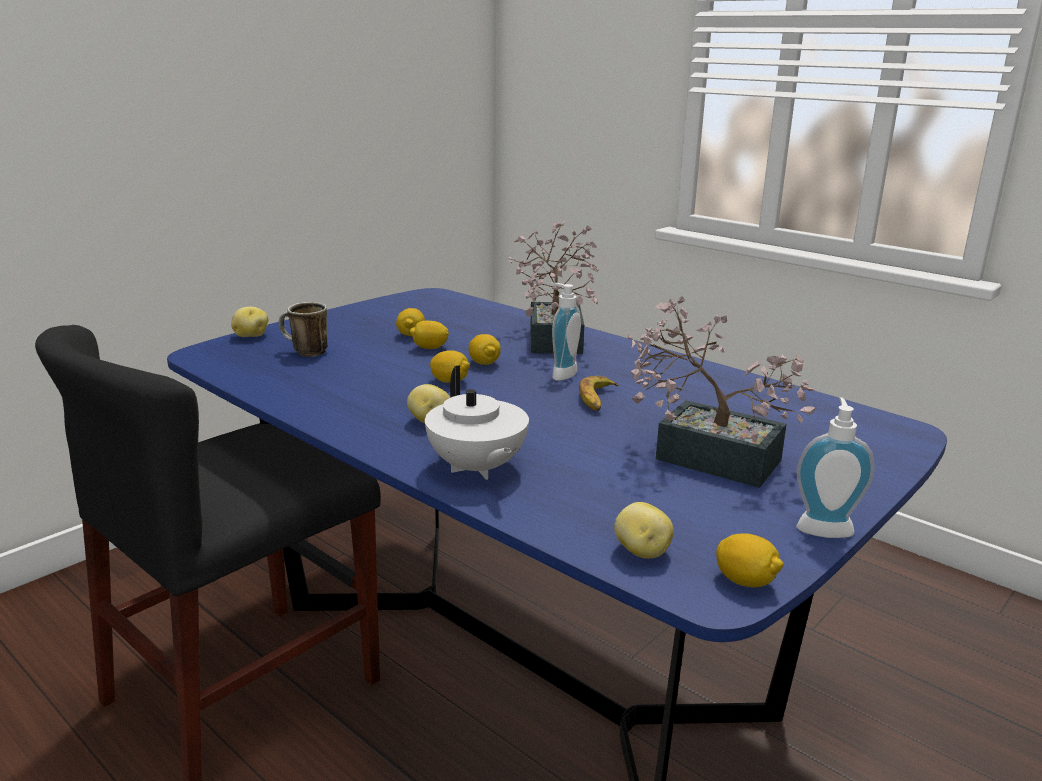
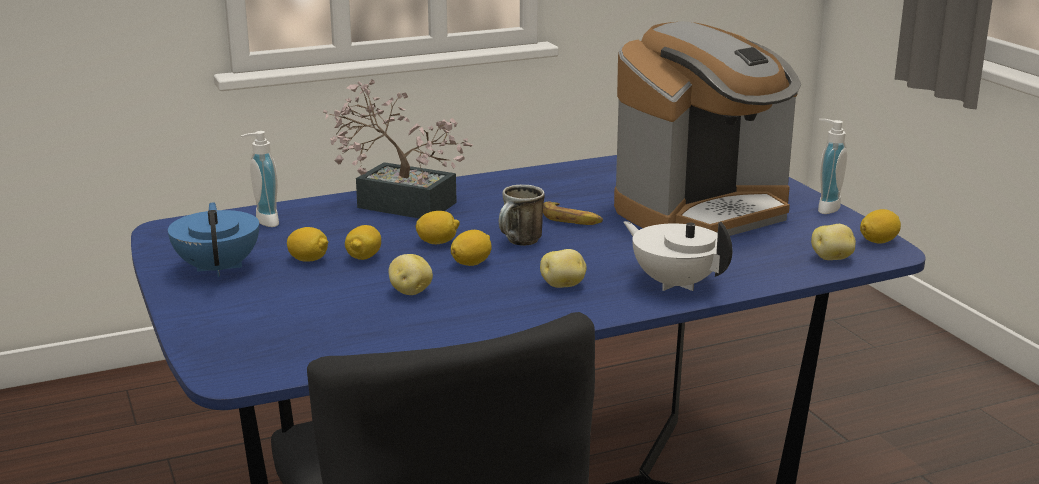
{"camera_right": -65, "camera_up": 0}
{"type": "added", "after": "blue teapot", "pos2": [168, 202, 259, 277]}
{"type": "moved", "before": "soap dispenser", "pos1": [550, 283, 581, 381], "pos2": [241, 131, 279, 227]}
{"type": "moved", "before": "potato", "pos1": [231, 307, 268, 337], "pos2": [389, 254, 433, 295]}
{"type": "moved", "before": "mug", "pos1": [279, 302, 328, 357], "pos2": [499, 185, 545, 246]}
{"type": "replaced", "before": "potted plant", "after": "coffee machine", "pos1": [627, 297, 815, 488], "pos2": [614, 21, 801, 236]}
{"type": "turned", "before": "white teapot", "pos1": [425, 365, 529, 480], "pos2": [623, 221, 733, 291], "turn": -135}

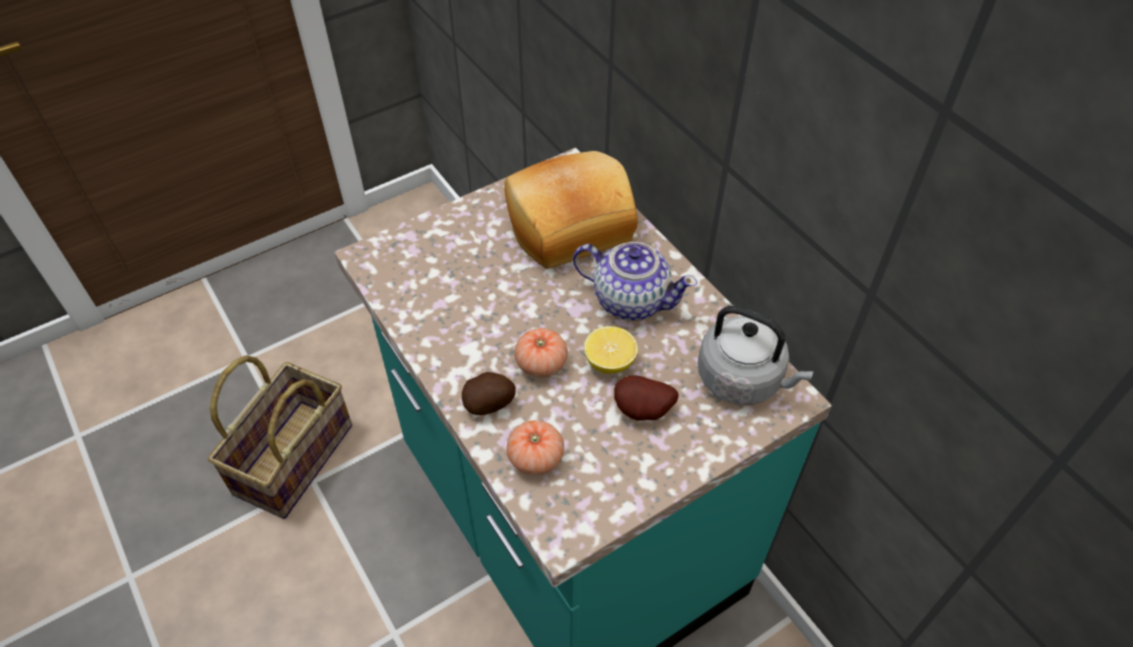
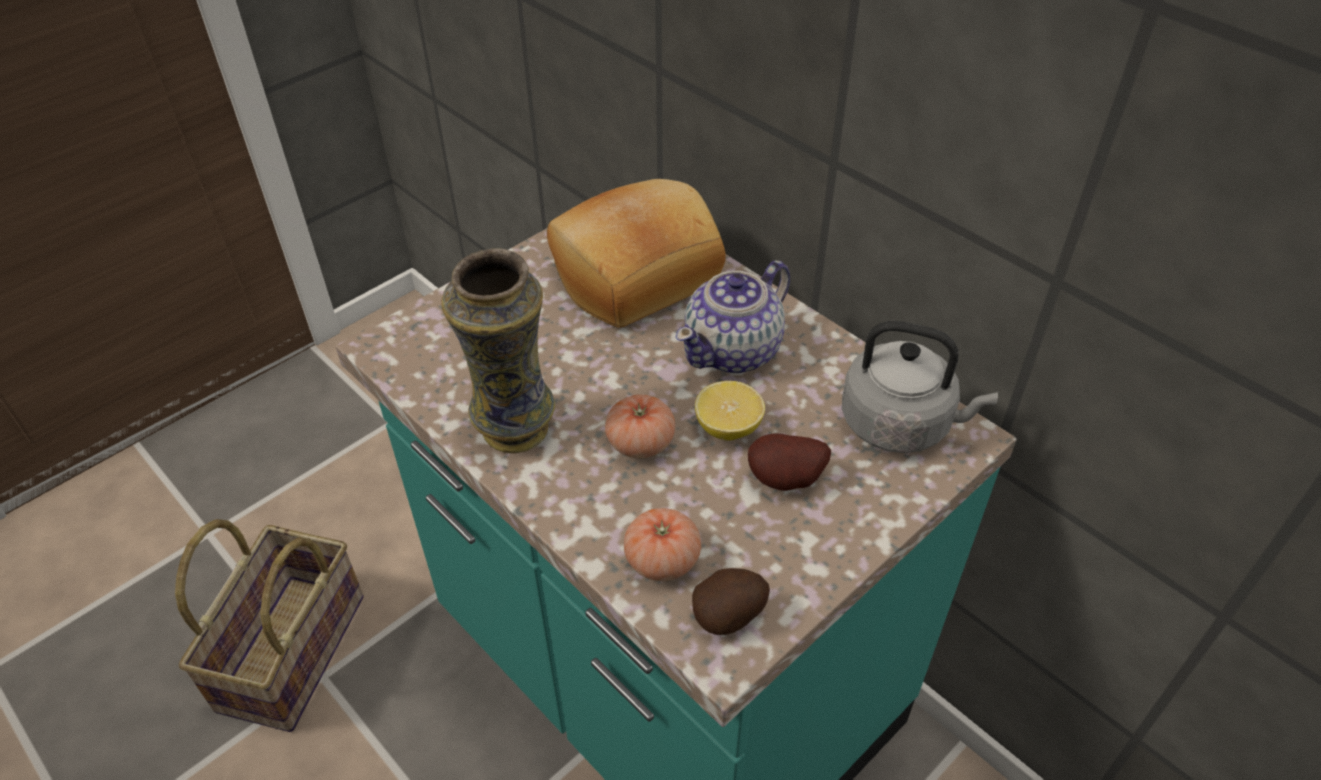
{"camera_right": -10, "camera_up": -5}
{"type": "added", "after": "vase", "pos2": [441, 248, 555, 453]}
{"type": "turned", "before": "teapot", "pos1": [573, 242, 697, 320], "pos2": [676, 261, 790, 373], "turn": 120}
{"type": "moved", "before": "potato", "pos1": [462, 372, 516, 415], "pos2": [692, 568, 770, 635]}

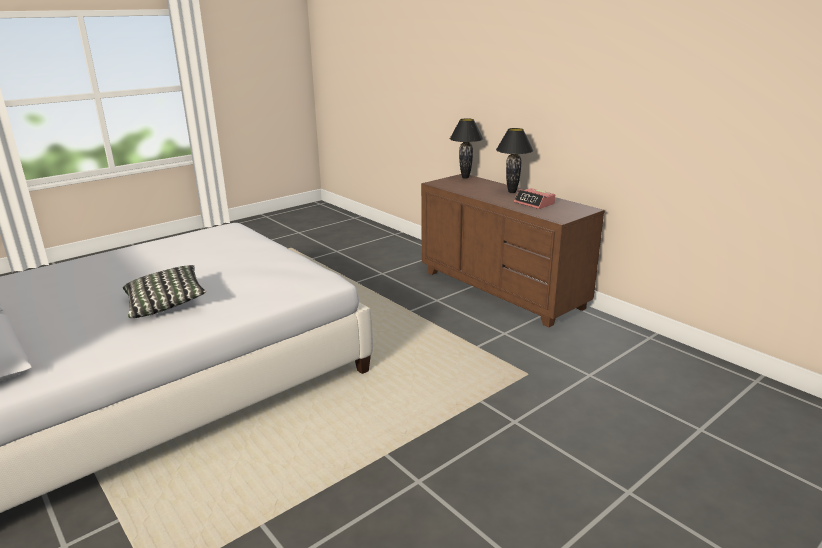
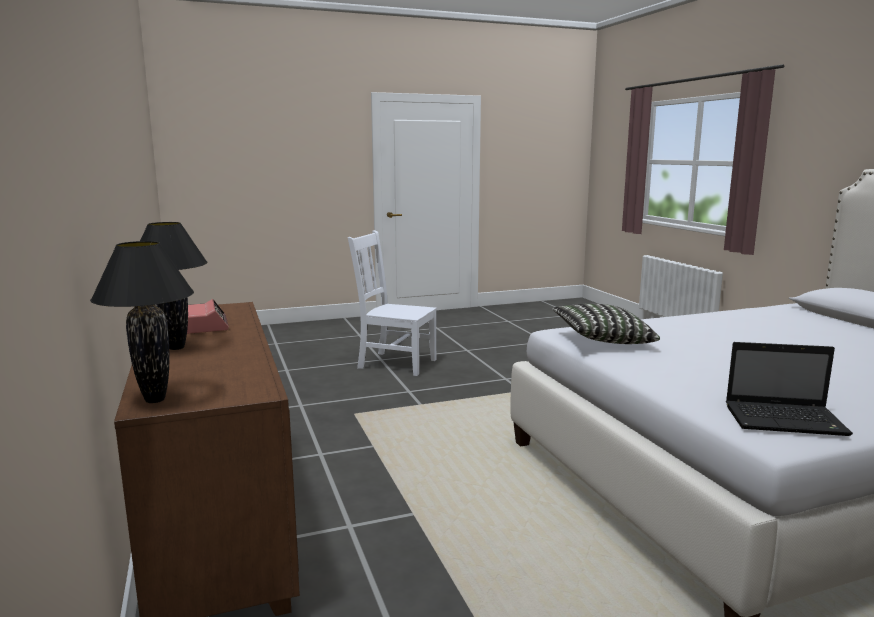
{"camera_right": -160, "camera_up": -10}
{"type": "added", "after": "white chair", "pos2": [348, 230, 437, 376]}
{"type": "moved", "before": "pillow", "pos1": [123, 265, 206, 318], "pos2": [552, 304, 660, 344]}
{"type": "added", "after": "laptop", "pos2": [726, 342, 853, 436]}

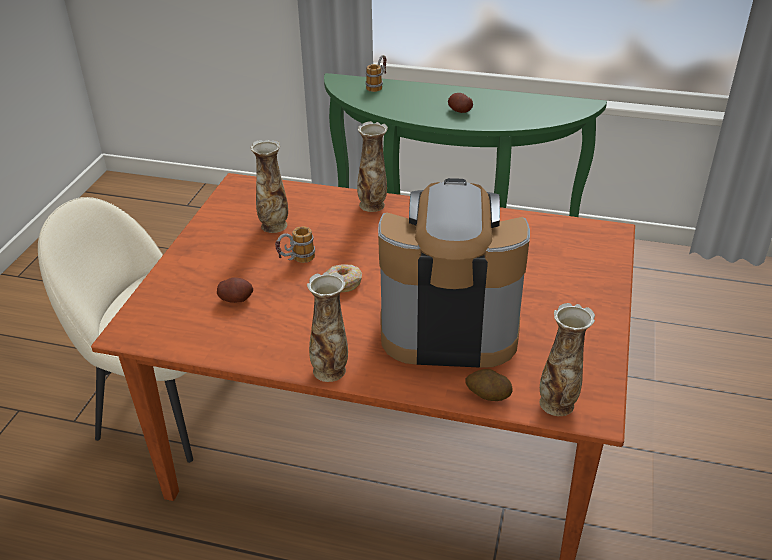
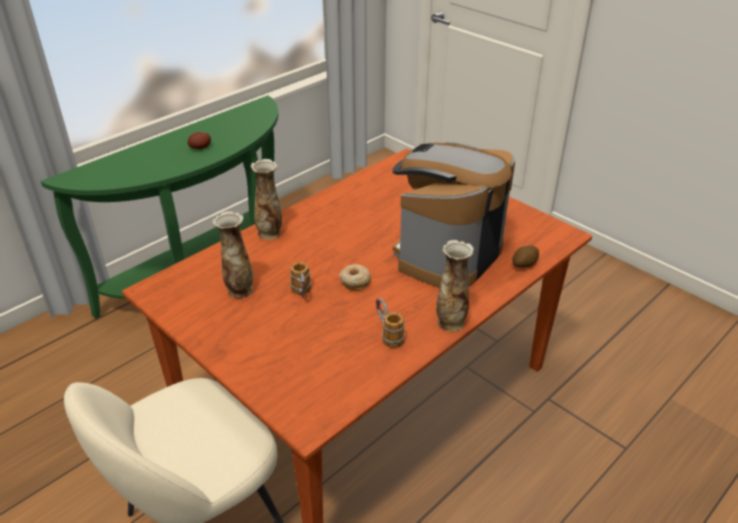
{"camera_right": -60, "camera_up": 0}
{"type": "moved", "before": "mug", "pos1": [365, 55, 387, 92], "pos2": [376, 298, 405, 348]}
{"type": "removed", "before": "potato", "pos1": [217, 277, 253, 303]}
{"type": "removed", "before": "vase", "pos1": [540, 303, 595, 416]}

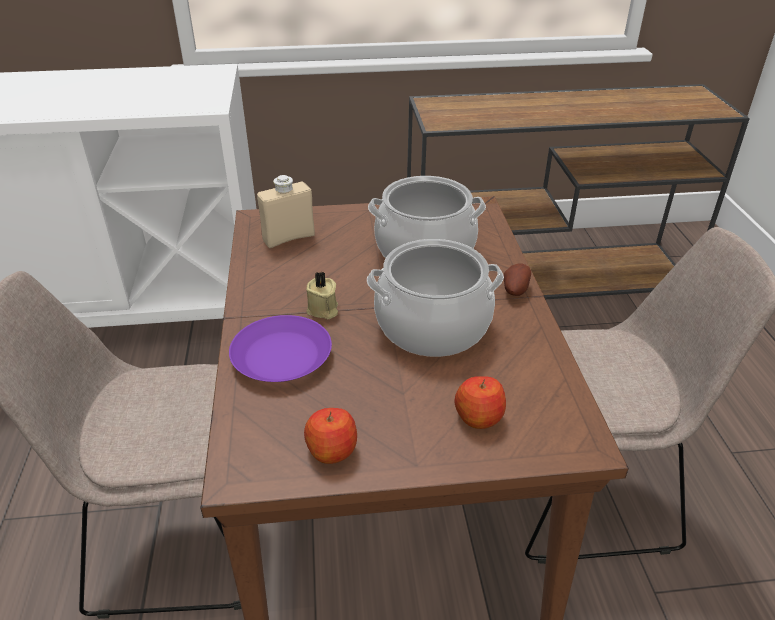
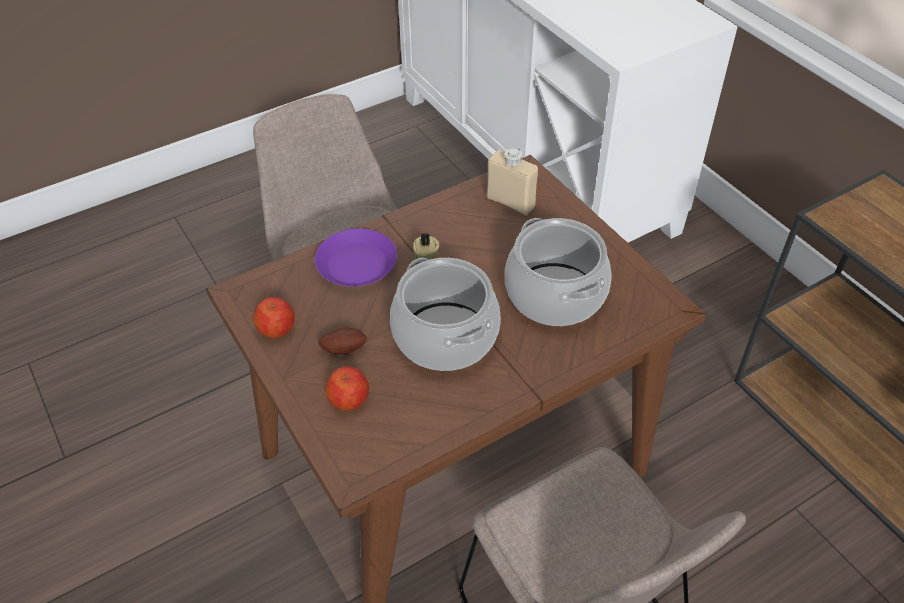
{"camera_right": 65, "camera_up": 10}
{"type": "moved", "before": "potato", "pos1": [504, 264, 531, 296], "pos2": [318, 327, 367, 355]}

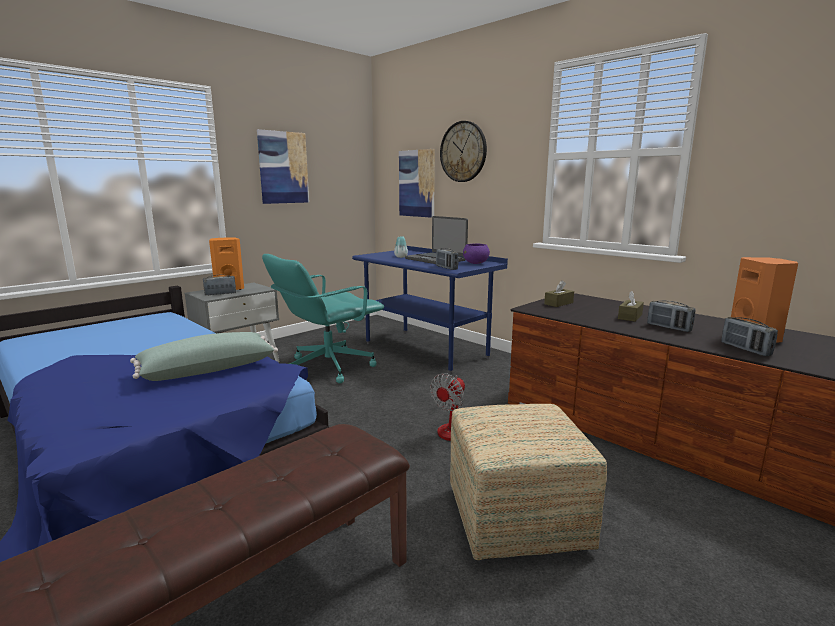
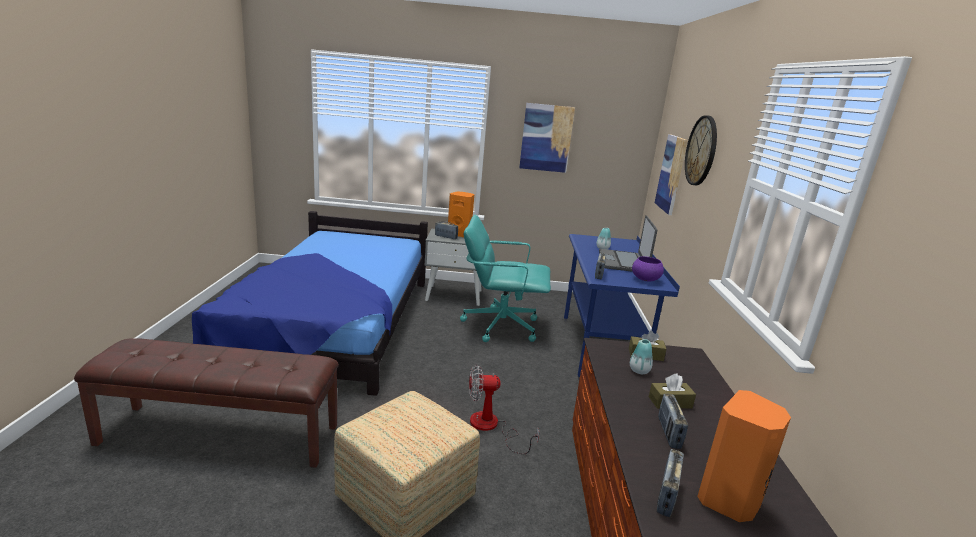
{"camera_right": 45, "camera_up": 5}
{"type": "added", "after": "vase", "pos2": [630, 339, 653, 374]}
{"type": "removed", "before": "green pillow", "pos1": [130, 332, 278, 381]}

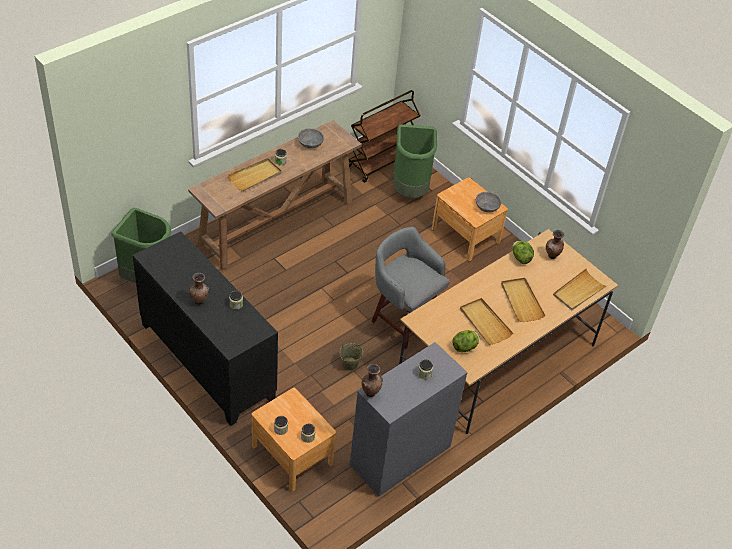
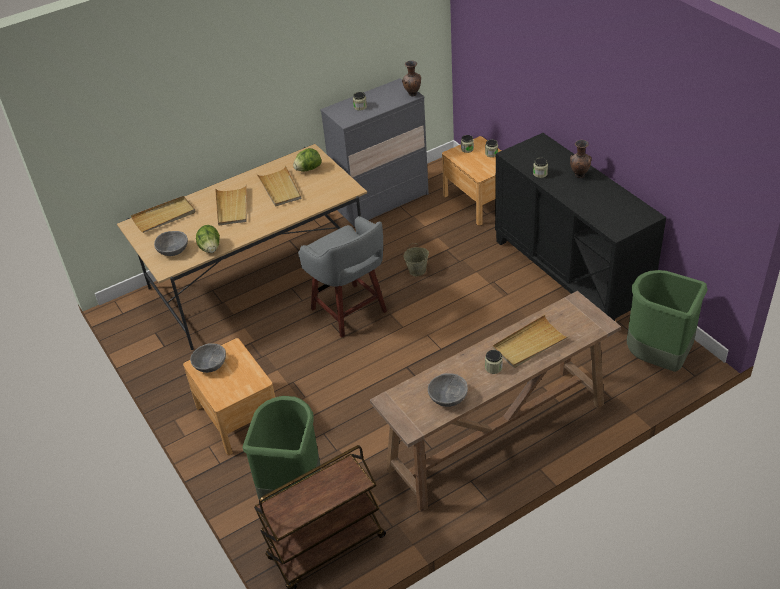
{"camera_right": -165, "camera_up": -5}
{"type": "replaced", "before": "brown vase", "after": "grey bowl", "pos1": [546, 230, 564, 259], "pos2": [154, 231, 188, 256]}

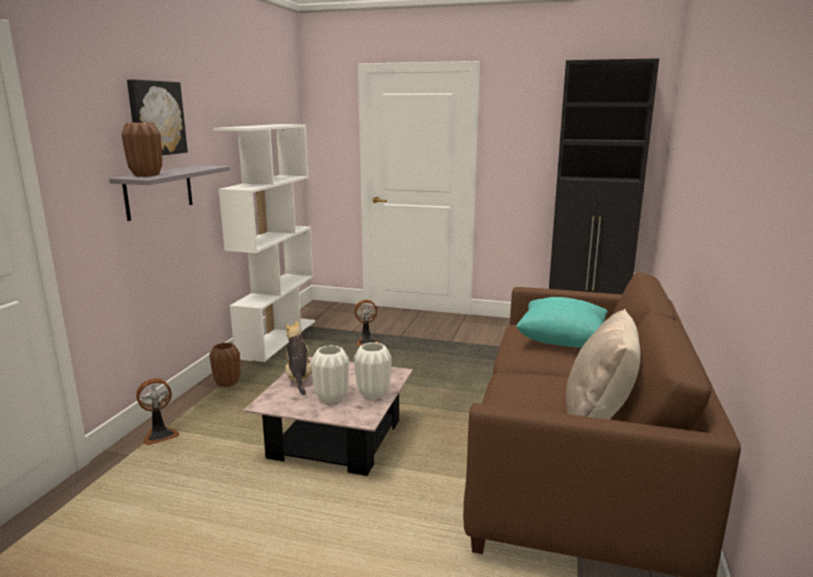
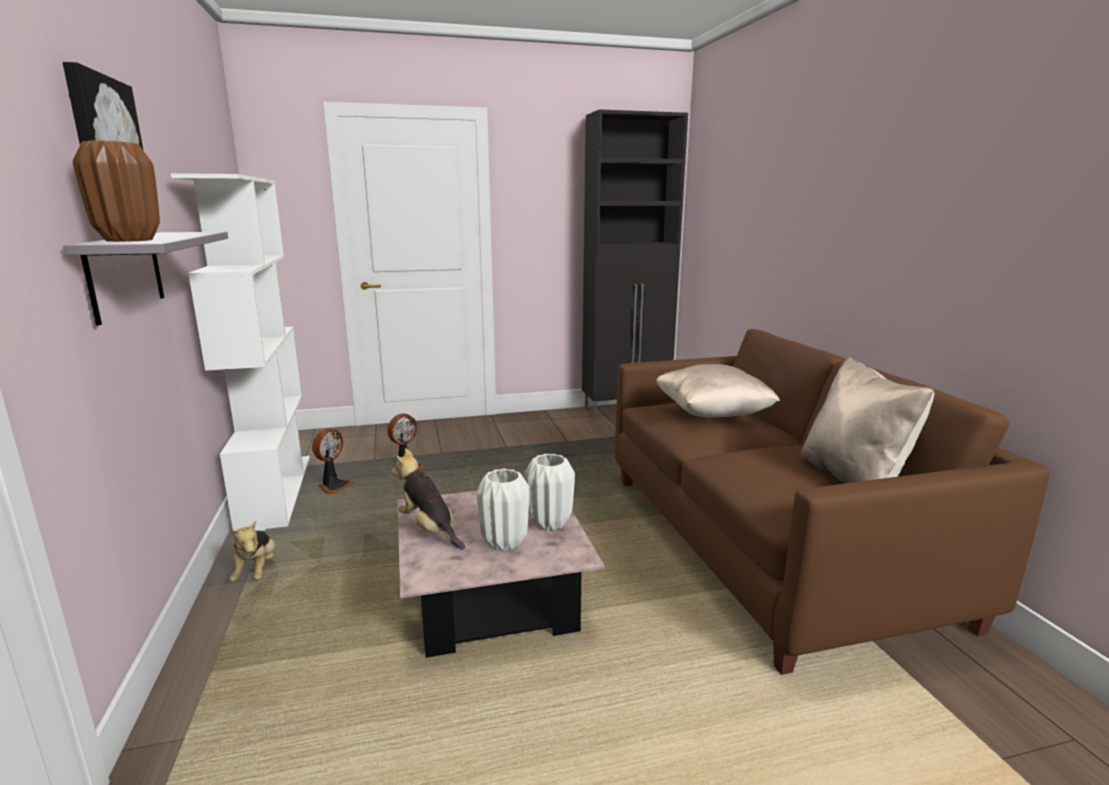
{"camera_right": -30, "camera_up": 0}
{"type": "replaced", "before": "brown vase", "after": "plush toy", "pos1": [209, 342, 240, 387], "pos2": [229, 521, 276, 581]}
{"type": "moved", "before": "fan", "pos1": [136, 378, 179, 445], "pos2": [312, 428, 355, 494]}
{"type": "recoloured", "before": "turquoise pillow", "after": "beige pillow", "pos1": [516, 297, 608, 347], "pos2": [656, 364, 780, 418]}

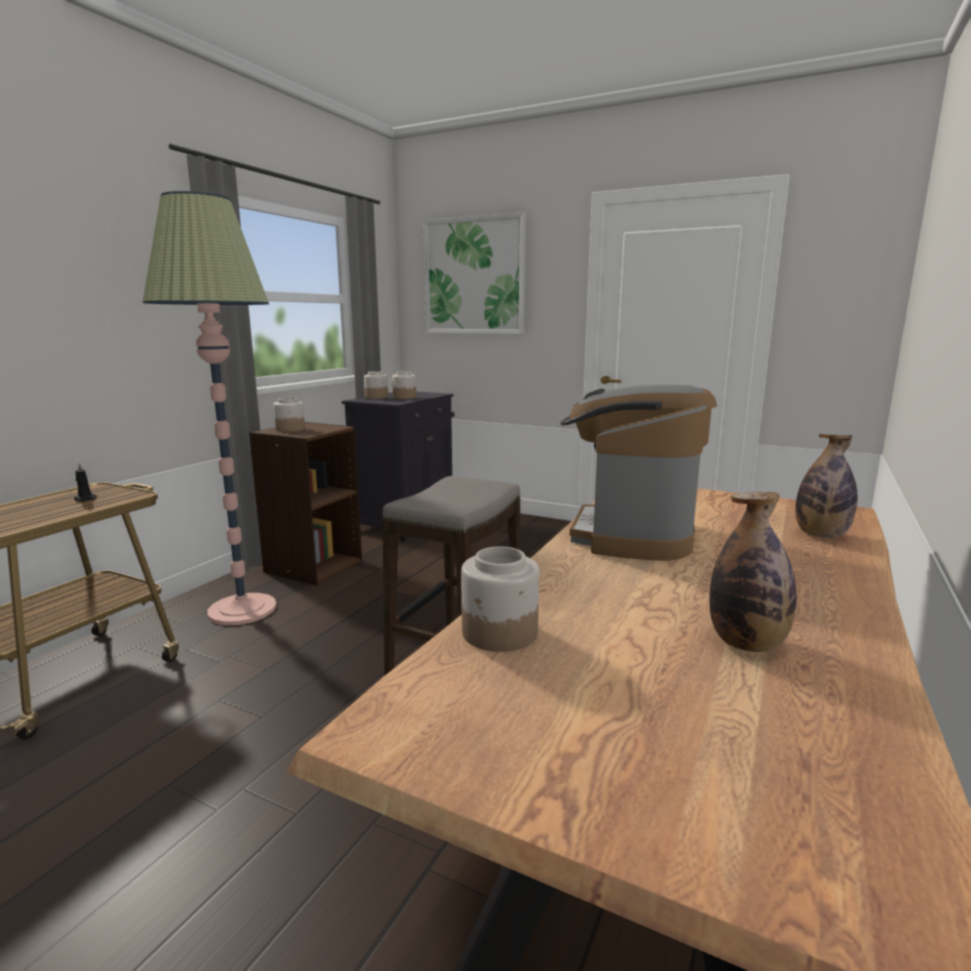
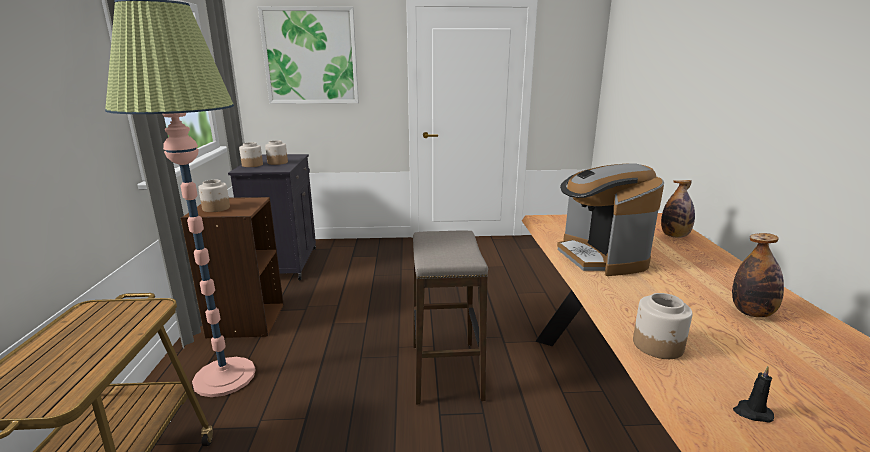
{"camera_right": -30, "camera_up": 5}
{"type": "moved", "before": "black candle", "pos1": [74, 463, 98, 502], "pos2": [733, 366, 774, 423]}

